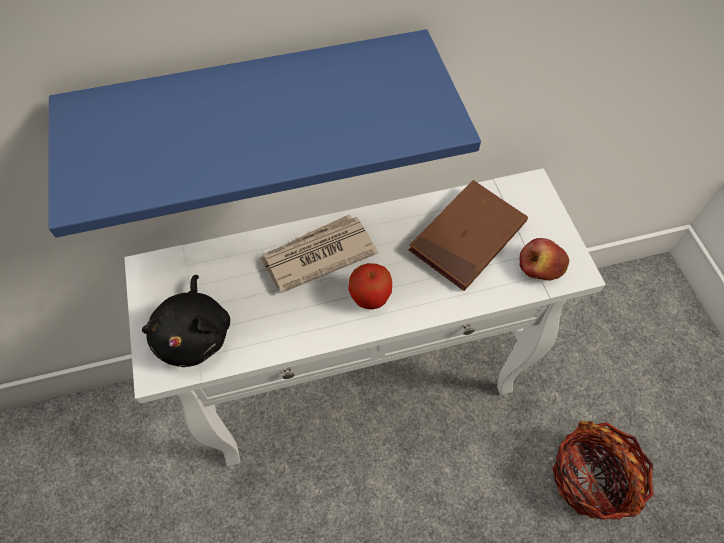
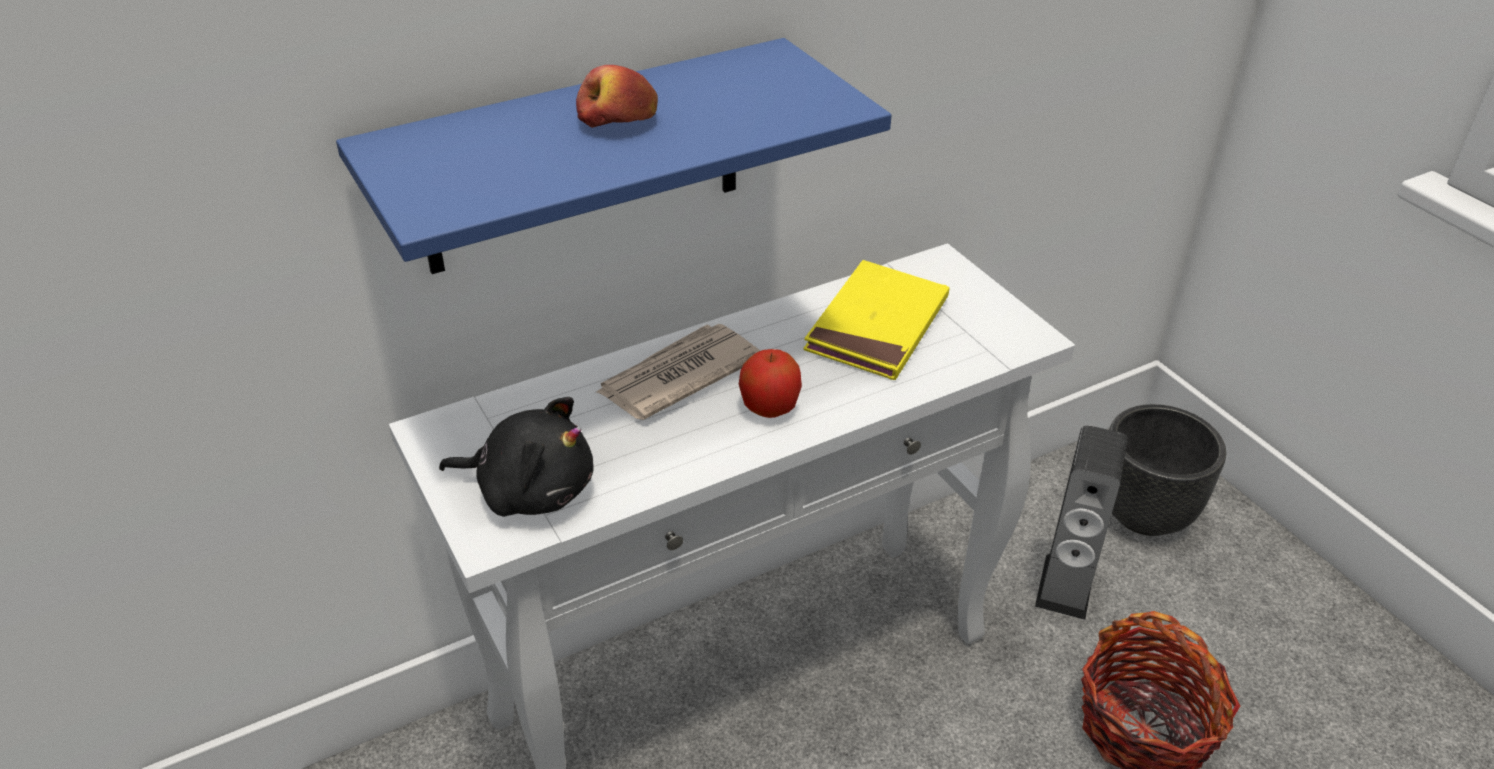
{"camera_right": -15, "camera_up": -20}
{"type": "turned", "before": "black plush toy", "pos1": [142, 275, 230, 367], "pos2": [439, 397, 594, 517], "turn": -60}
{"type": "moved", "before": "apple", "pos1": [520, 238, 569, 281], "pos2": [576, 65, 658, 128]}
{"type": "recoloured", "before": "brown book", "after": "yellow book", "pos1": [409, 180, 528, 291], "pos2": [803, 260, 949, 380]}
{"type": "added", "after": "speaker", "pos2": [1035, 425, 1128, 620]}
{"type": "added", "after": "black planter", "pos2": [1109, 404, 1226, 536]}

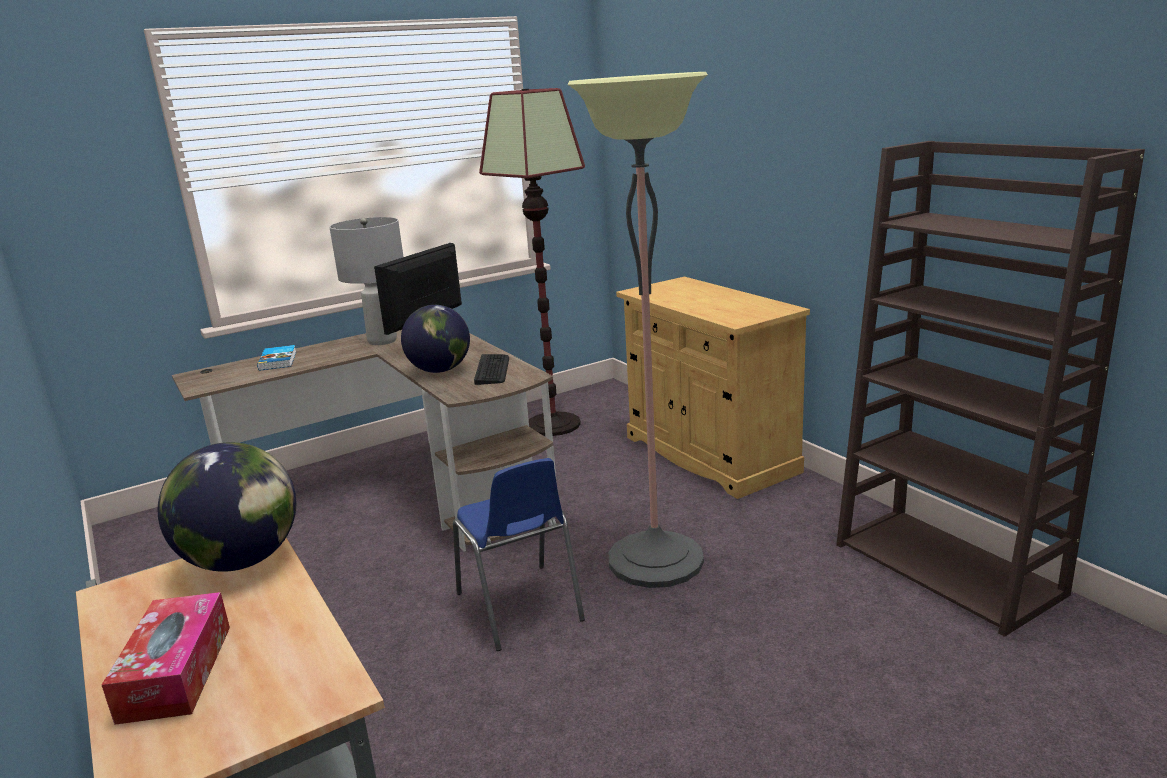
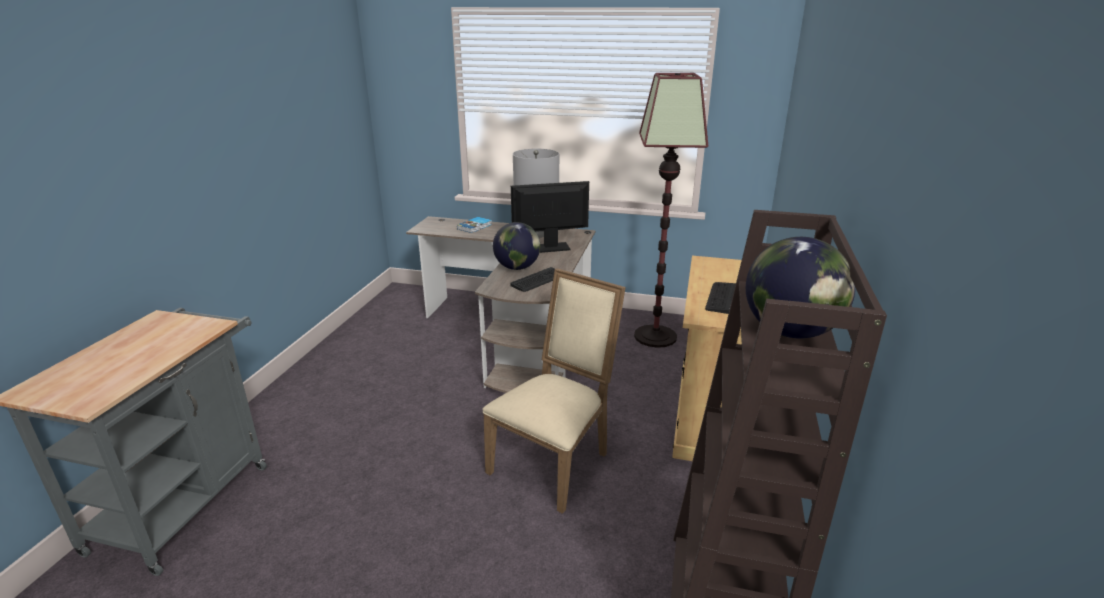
{"camera_right": 45, "camera_up": 5}
{"type": "replaced", "before": "floor lamp", "after": "beige chair", "pos1": [568, 72, 708, 588], "pos2": [482, 268, 626, 514]}
{"type": "added", "after": "keyboard", "pos2": [705, 282, 736, 314]}
{"type": "moved", "before": "globe", "pos1": [158, 442, 296, 571], "pos2": [746, 237, 855, 339]}
{"type": "removed", "before": "tissue box", "pos1": [102, 592, 230, 725]}
{"type": "removed", "before": "blue chair", "pos1": [453, 458, 585, 651]}

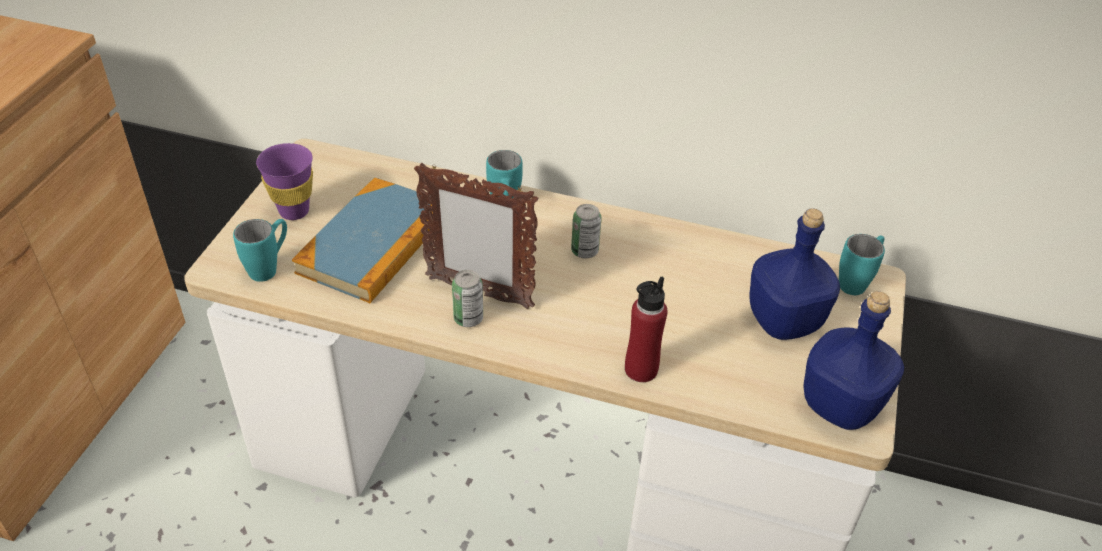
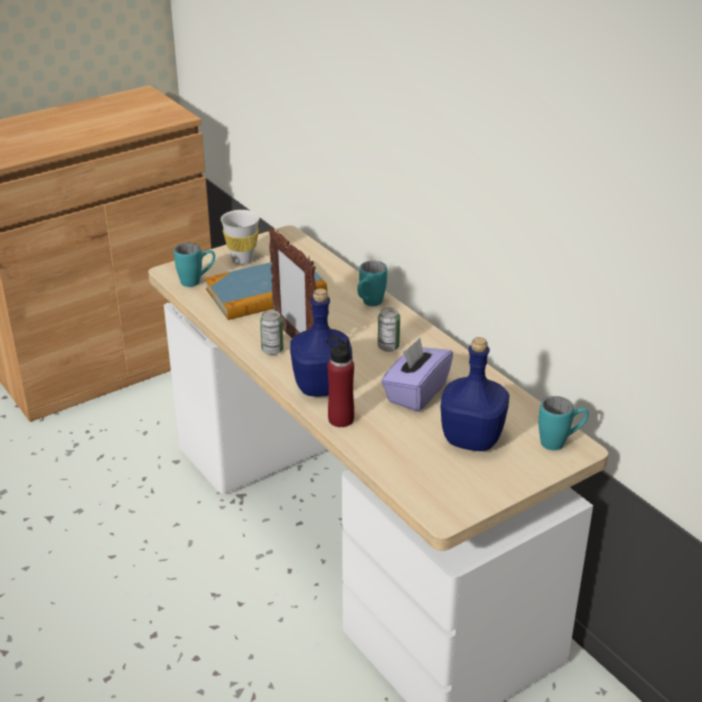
{"camera_right": 40, "camera_up": -10}
{"type": "recoloured", "before": "purple cup", "after": "white cup", "pos1": [256, 143, 313, 220], "pos2": [221, 210, 259, 265]}
{"type": "moved", "before": "blue bottle", "pos1": [803, 291, 904, 430], "pos2": [290, 288, 352, 396]}
{"type": "added", "after": "purple tissue box", "pos2": [381, 338, 453, 412]}

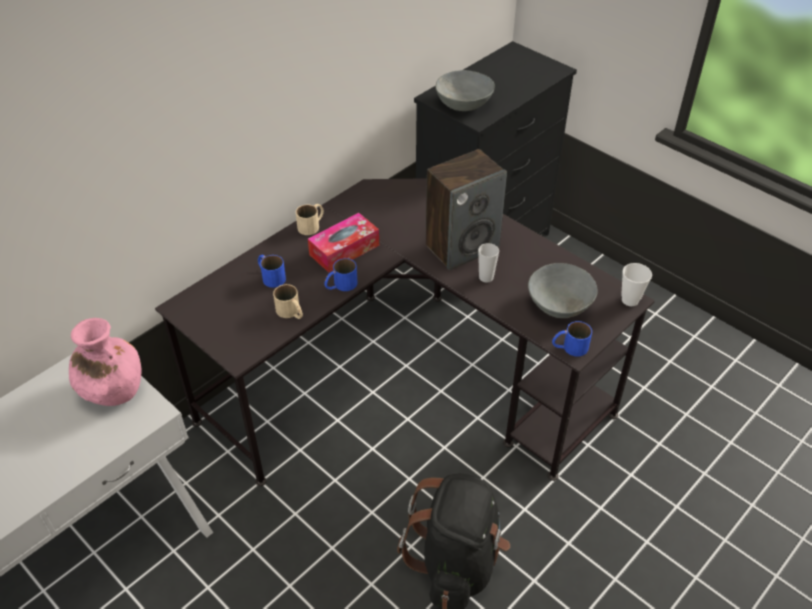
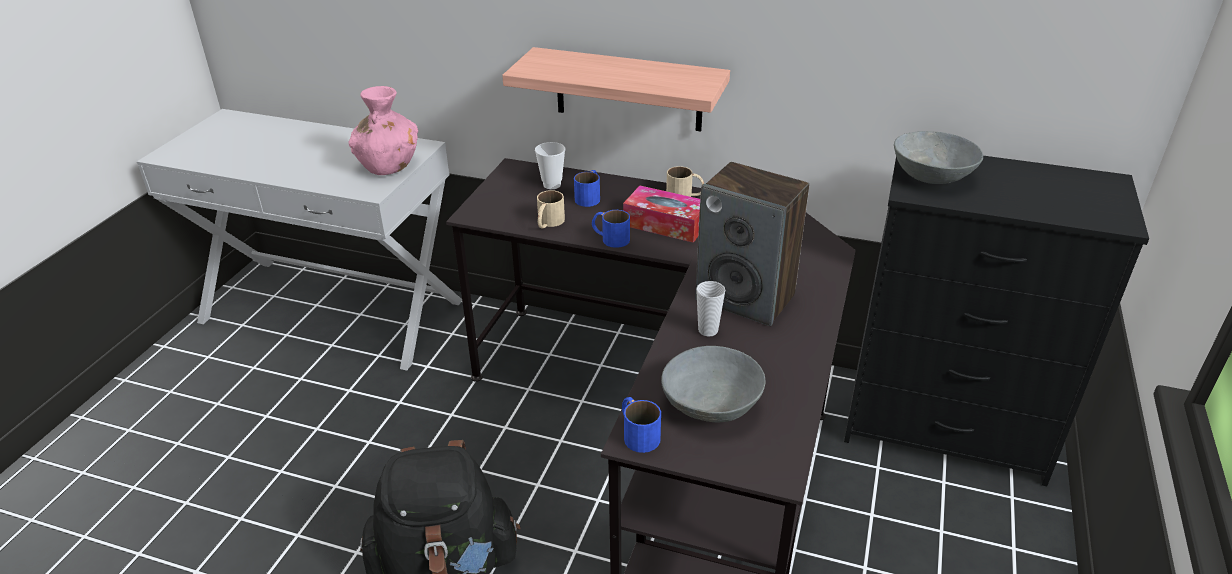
{"camera_right": 65, "camera_up": -10}
{"type": "added", "after": "shelf", "pos2": [502, 47, 730, 131]}
{"type": "moved", "before": "cup", "pos1": [621, 263, 652, 306], "pos2": [535, 142, 565, 189]}

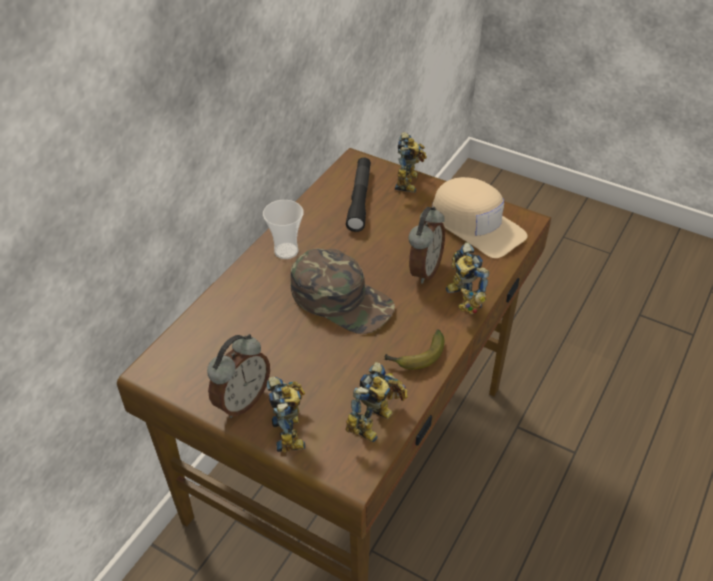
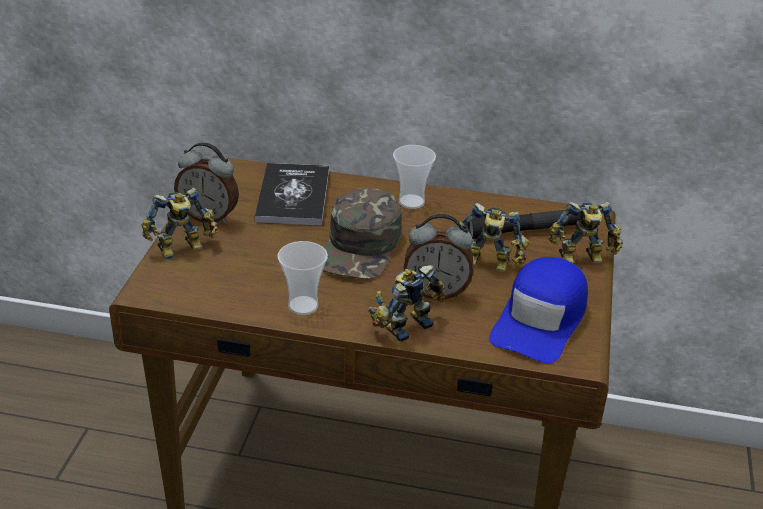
{"camera_right": 70, "camera_up": -10}
{"type": "added", "after": "book", "pos2": [254, 163, 329, 226]}
{"type": "replaced", "before": "banana", "after": "cup", "pos1": [384, 329, 444, 370], "pos2": [277, 241, 328, 315]}
{"type": "moved", "before": "toy robot", "pos1": [345, 362, 408, 443], "pos2": [457, 203, 529, 272]}
{"type": "recoloured", "before": "beige cap", "after": "blue cap", "pos1": [432, 177, 528, 258], "pos2": [489, 257, 588, 363]}

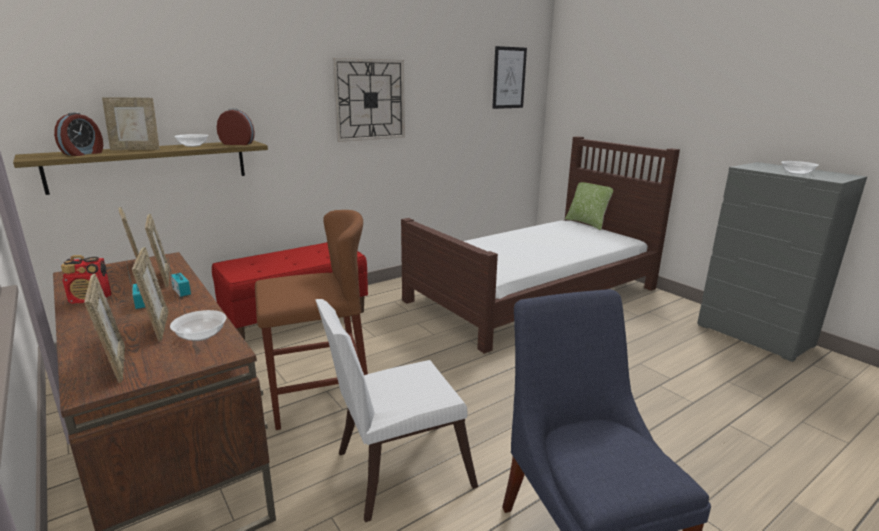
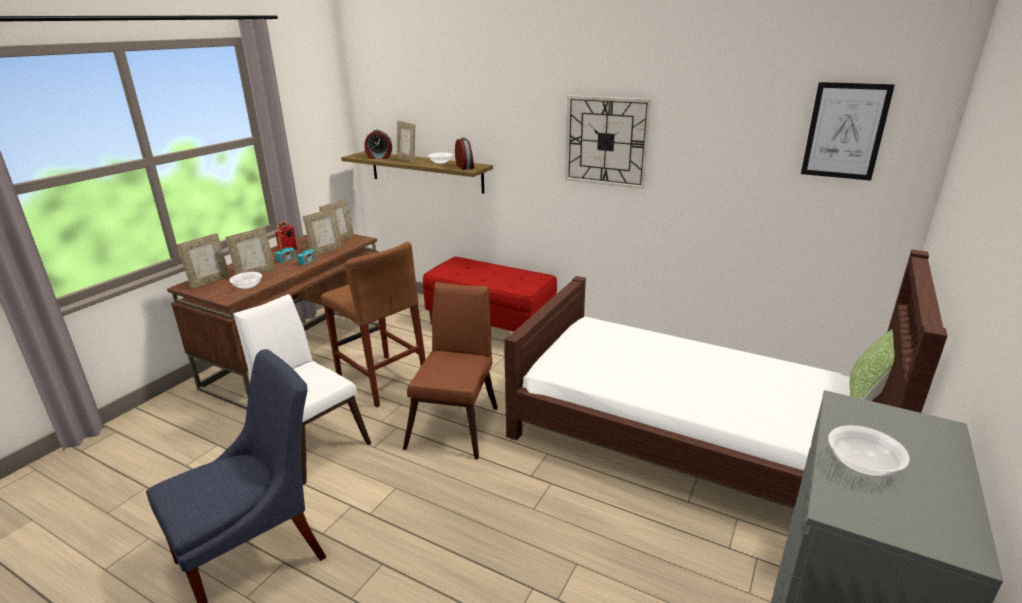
{"camera_right": 65, "camera_up": 5}
{"type": "added", "after": "brown chair", "pos2": [403, 282, 498, 459]}

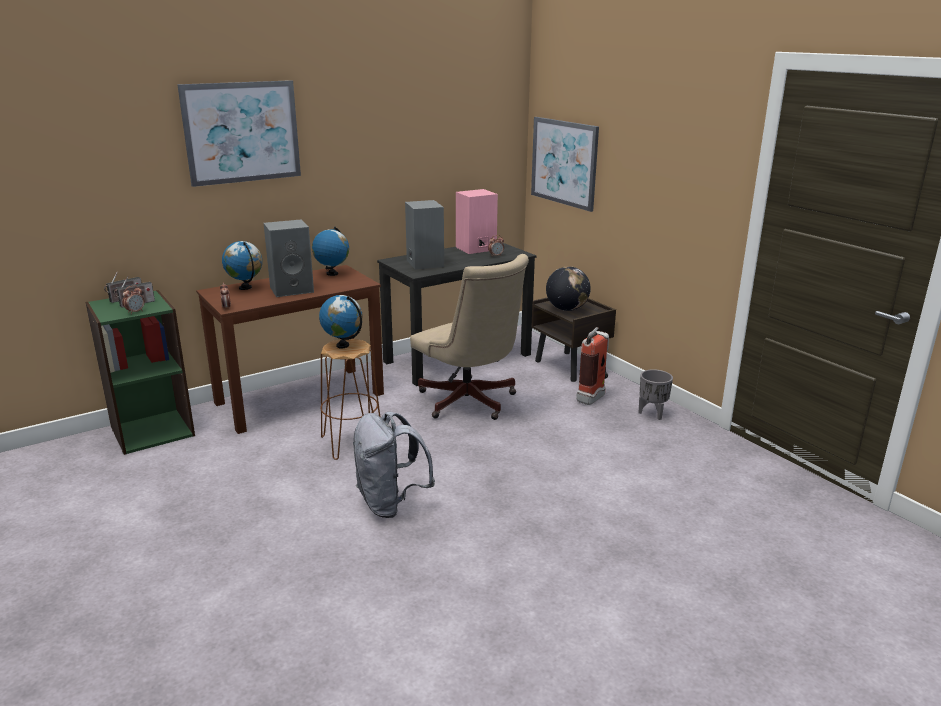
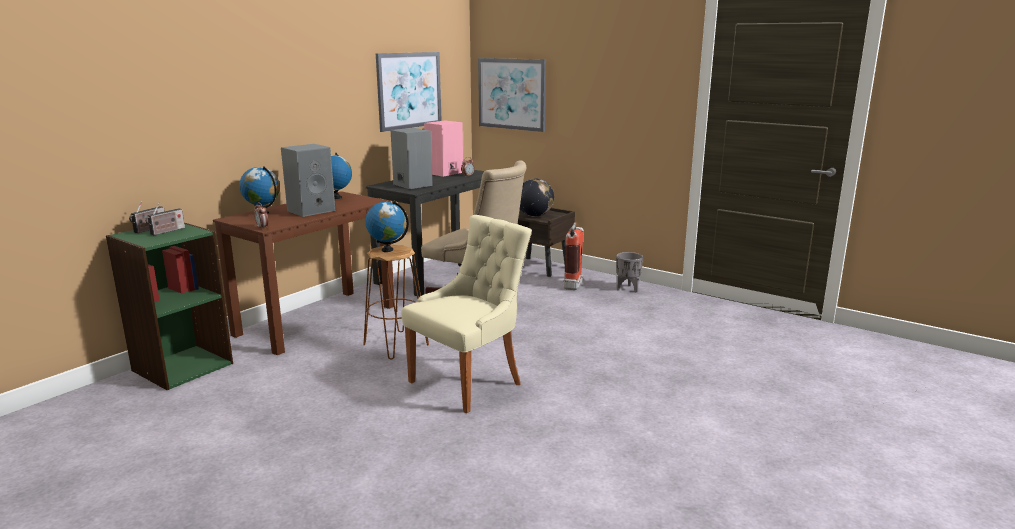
{"camera_right": -20, "camera_up": -5}
{"type": "moved", "before": "picture", "pos1": [177, 80, 301, 187], "pos2": [376, 52, 442, 132]}
{"type": "replaced", "before": "grey backpack", "after": "beige chair", "pos1": [353, 412, 435, 518], "pos2": [401, 215, 532, 413]}
{"type": "removed", "before": "alarm clock", "pos1": [122, 286, 145, 314]}

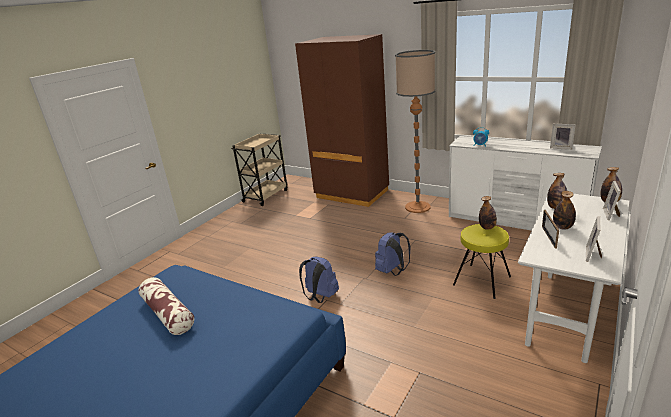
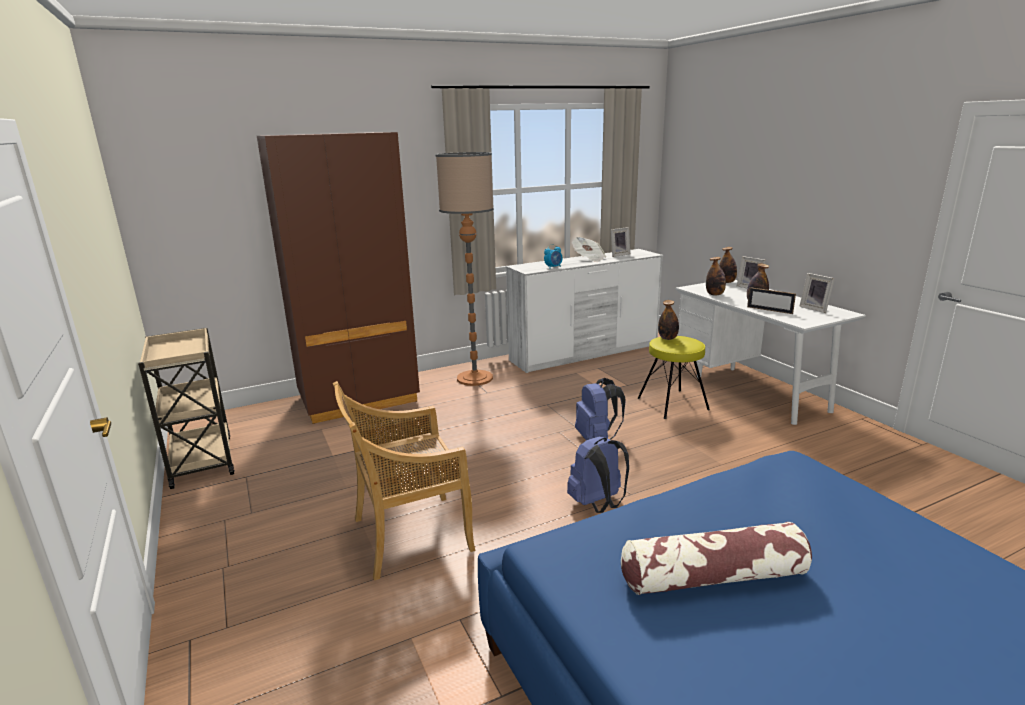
{"camera_right": -60, "camera_up": -5}
{"type": "added", "after": "beige chair", "pos2": [333, 381, 475, 580]}
{"type": "added", "after": "newspaper", "pos2": [572, 237, 606, 262]}

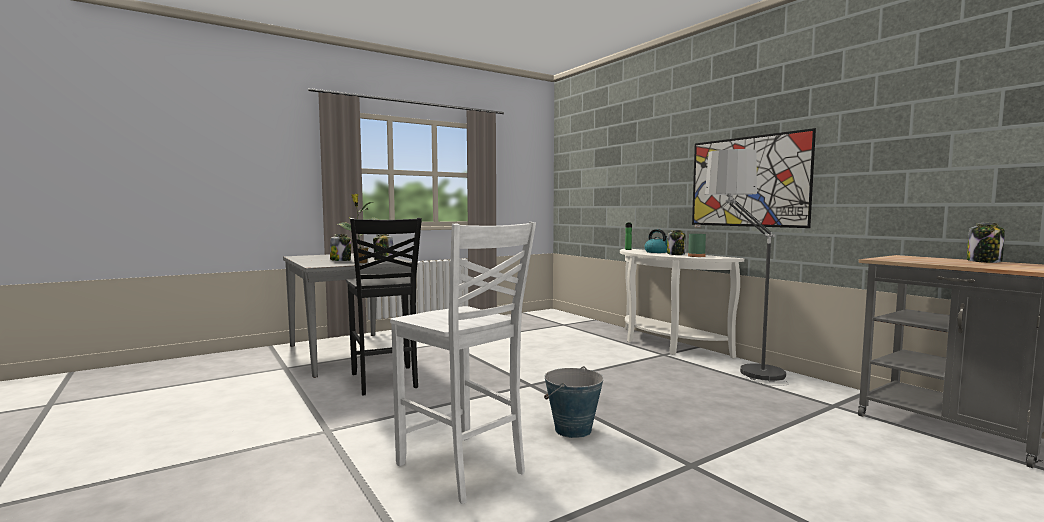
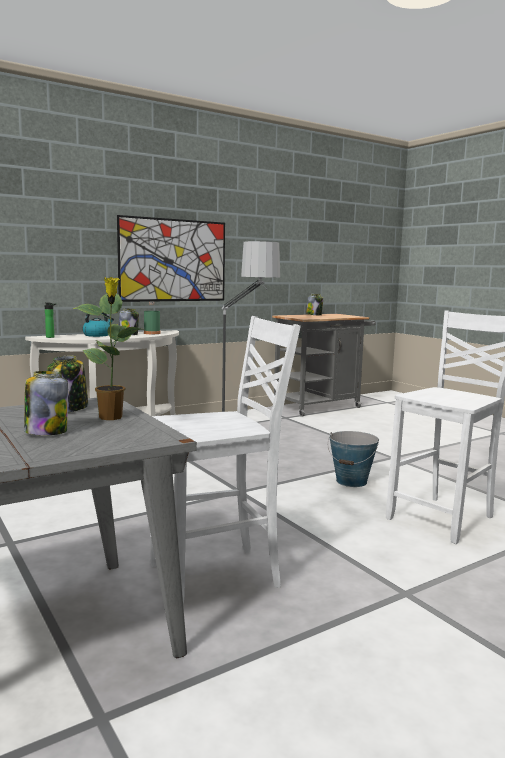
{"camera_right": -90, "camera_up": 5}
{"type": "recoloured", "before": "black chair", "after": "white chair", "pos1": [346, 218, 422, 395], "pos2": [150, 316, 301, 605]}

